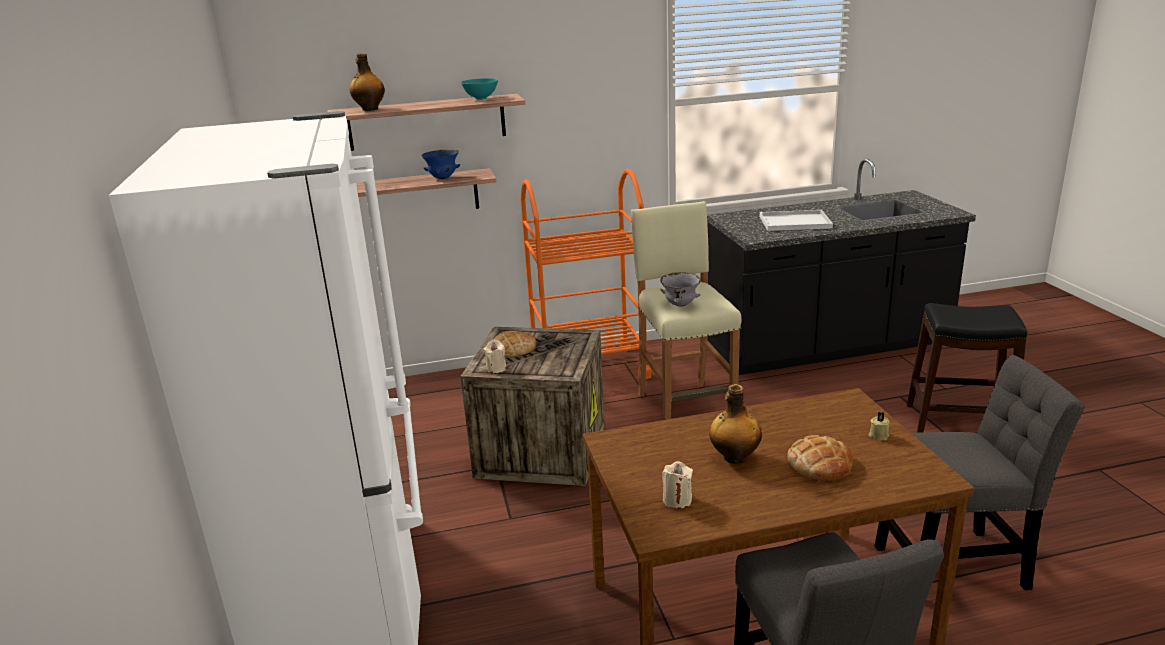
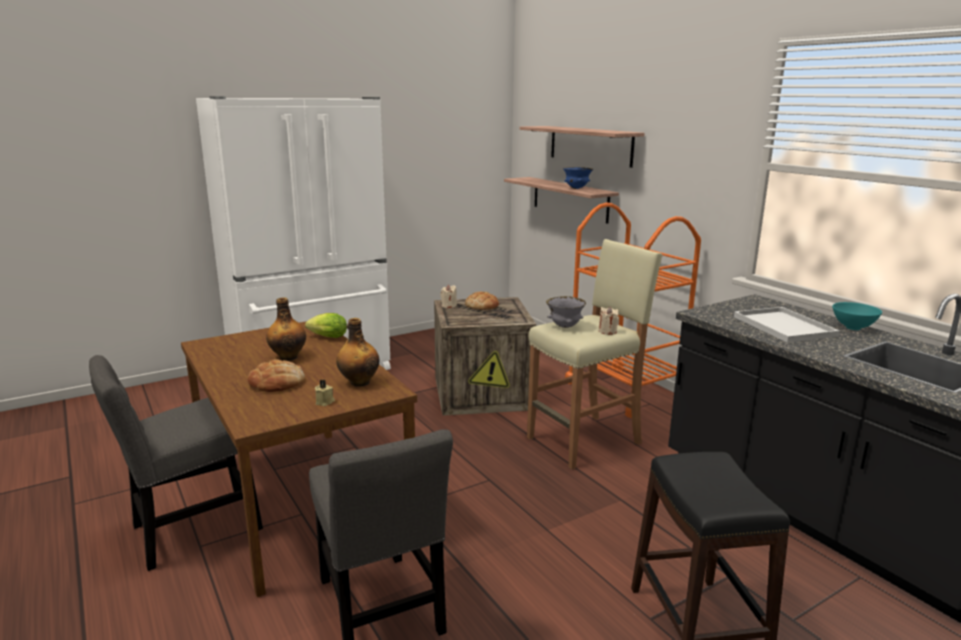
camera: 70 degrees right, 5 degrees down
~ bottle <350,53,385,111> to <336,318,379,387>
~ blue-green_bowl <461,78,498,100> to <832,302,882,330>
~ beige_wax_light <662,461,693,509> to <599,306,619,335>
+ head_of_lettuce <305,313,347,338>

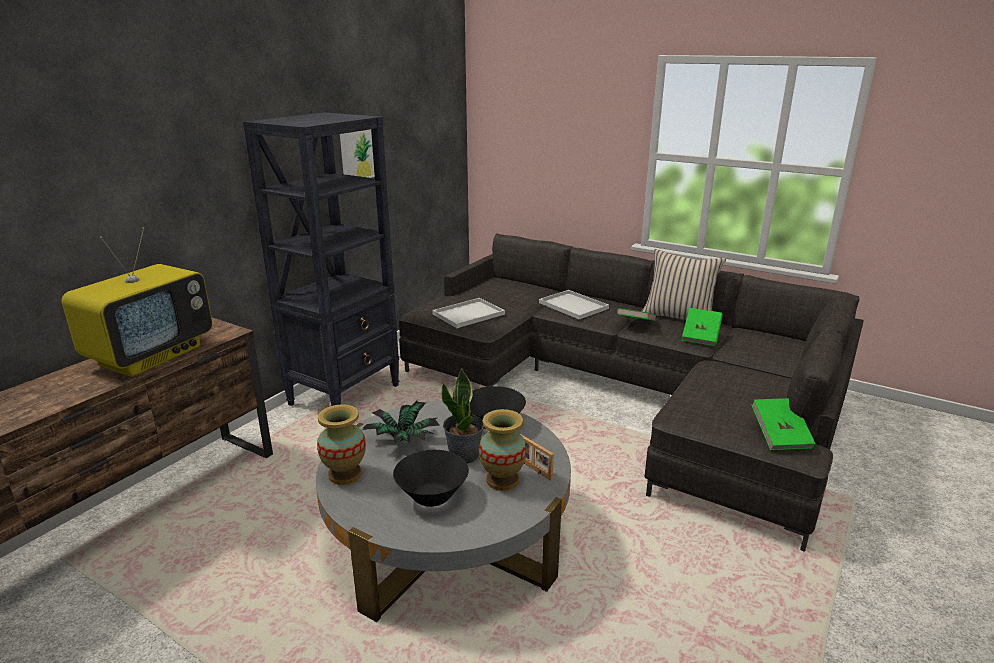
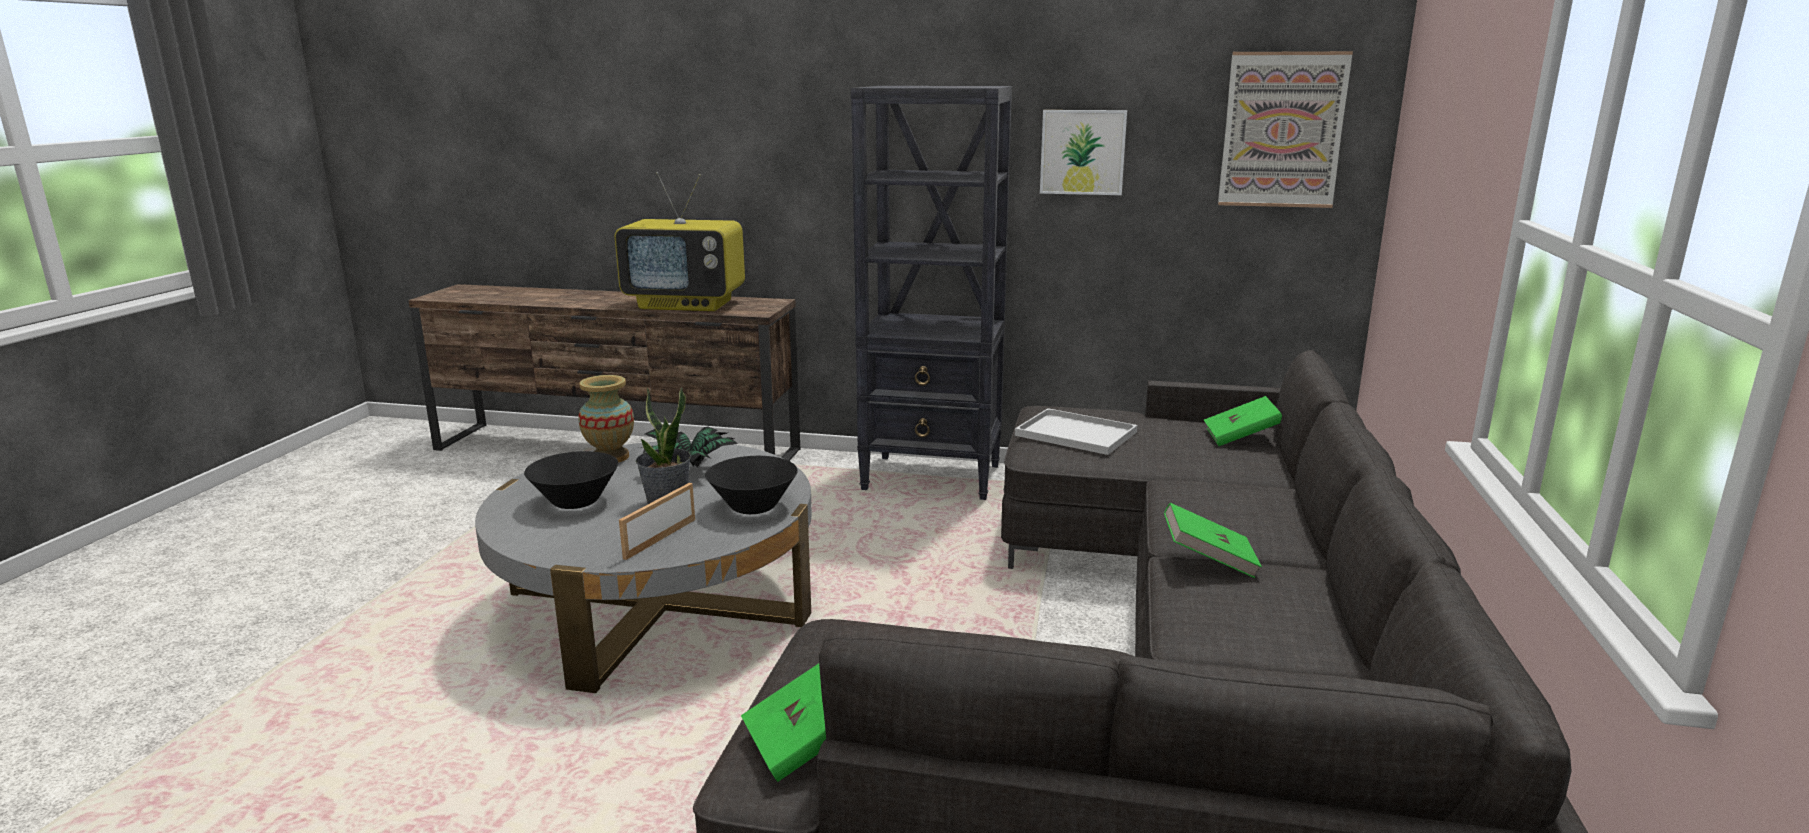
camera: 70 degrees right, 5 degrees down
- vase <479,409,527,491>
- white_serving_tray <539,290,609,319>
- beige_pillow <642,249,726,320>
~ green_volume <682,308,723,346> to <1204,396,1282,446>
+ wall_picture <1218,51,1353,208>

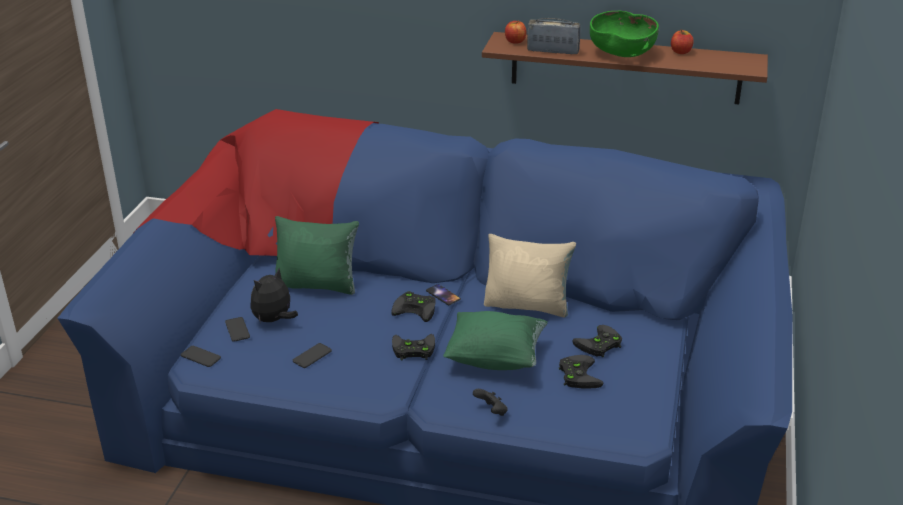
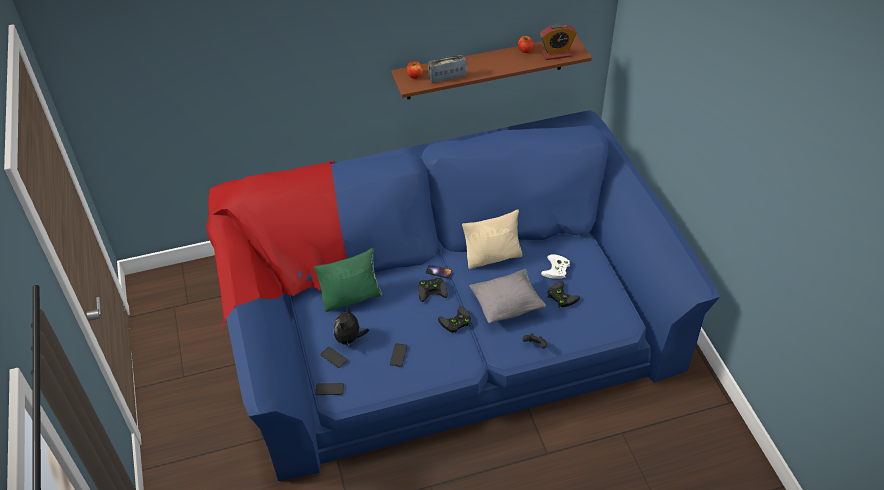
camera: 30 degrees left, 15 degrees up
~ green_pillow <443,311,548,370> to gray_pillow <469,269,546,323>
~ black-coloured_game_controller <572,325,622,357> to white_game_controller <541,255,570,279>
- green_bowl <590,11,659,57>
+ bedside_clock <540,23,577,60>

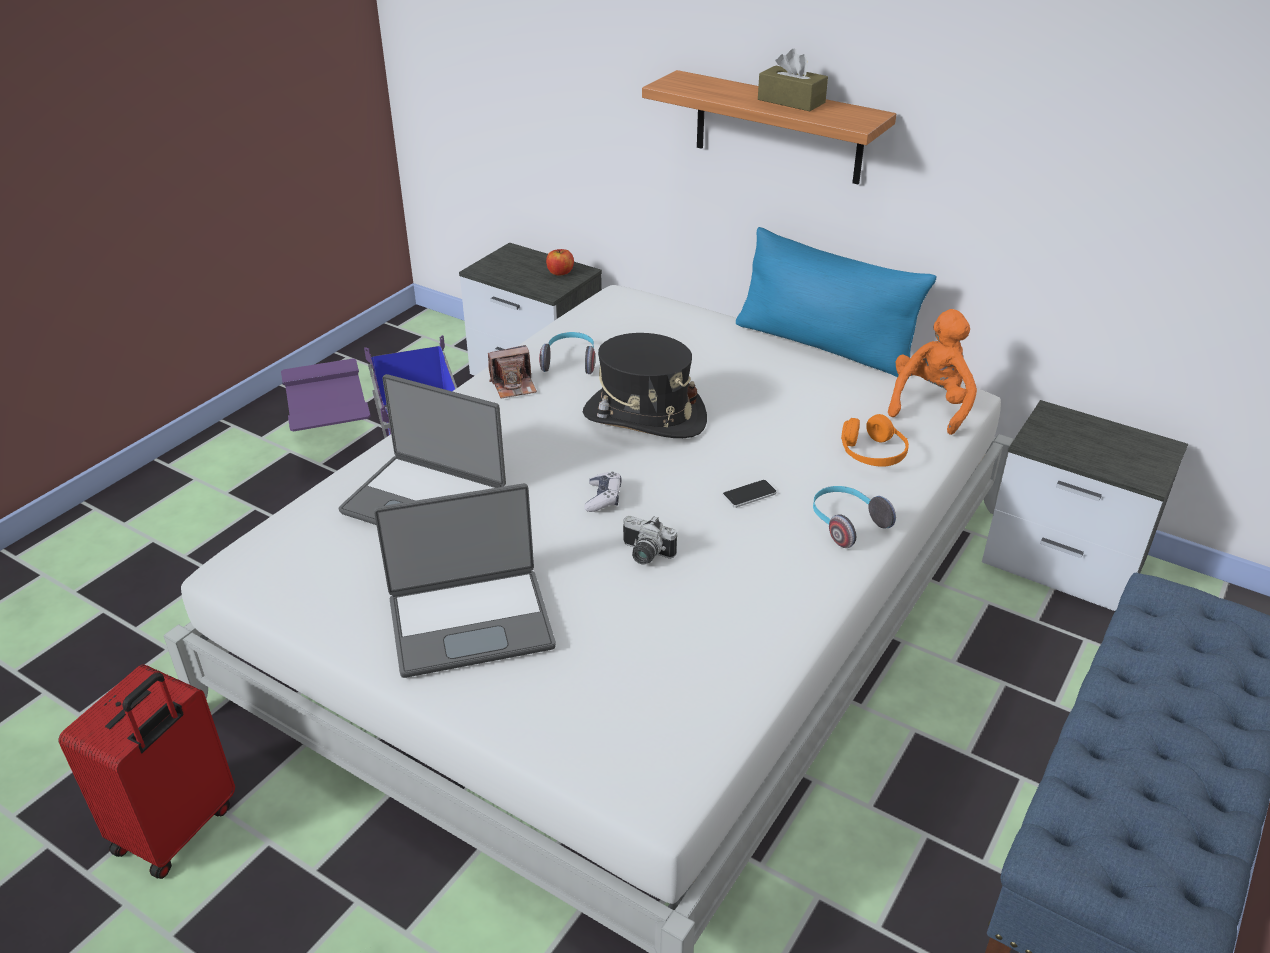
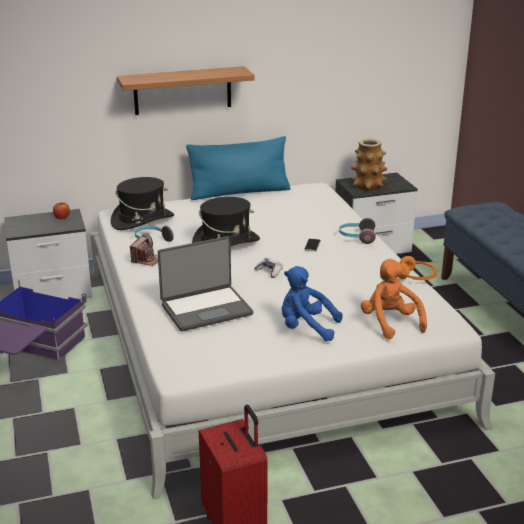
camera: 50 degrees left, 10 degrees down
~ portable_computer <374,483,556,678> to bluish_plush_toy <282,266,342,341>
- photo_camera <623,516,677,565>
- brown-coloured_box_of_tissues <758,49,828,111>
~ orange-coloured_headset <841,414,909,467> to <398,256,437,280>
~ orange-coloured_plush_toy <888,309,977,435> to <361,259,427,339>
+ black-coloured_wearable_hat <111,177,174,230>
+ vase <351,139,387,190>

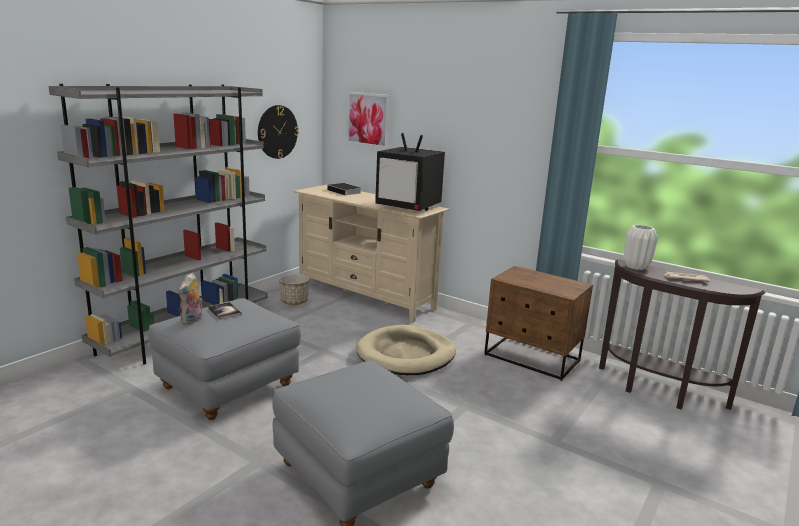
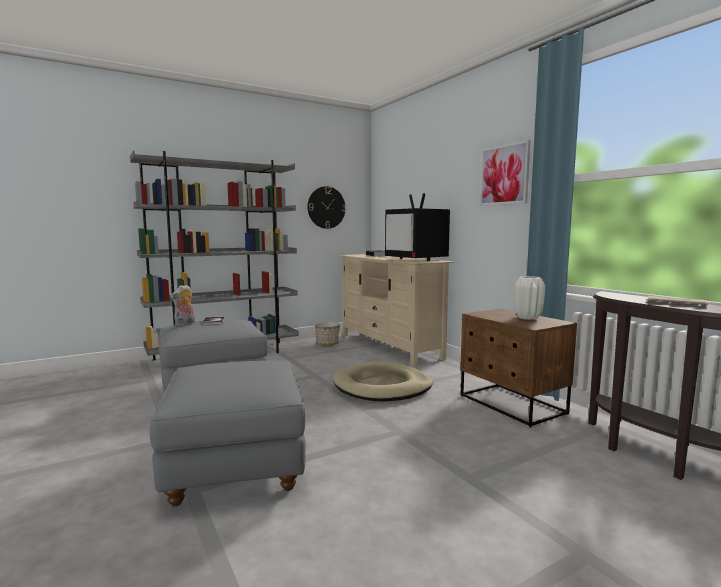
camera: 25 degrees right, 10 degrees down
~ wall_picture <346,92,390,149> to <480,140,530,206>
~ white_vase <624,225,658,270> to <514,276,546,320>

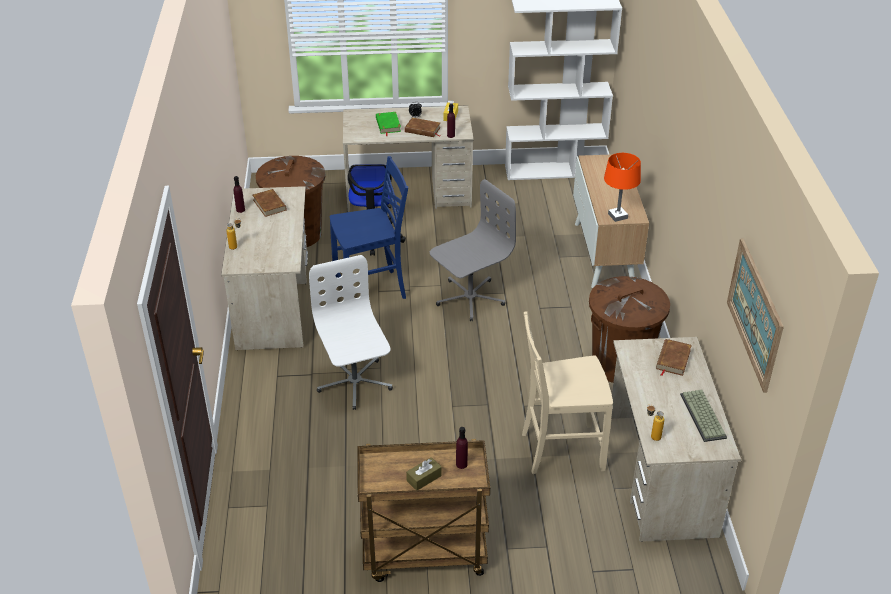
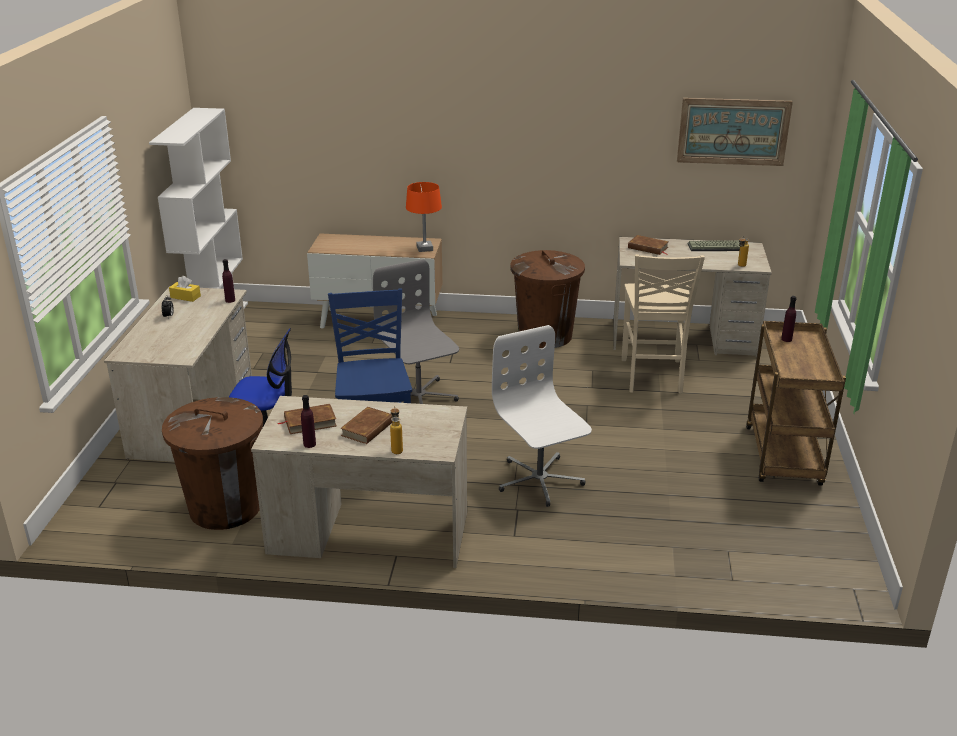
camera: 80 degrees left, 10 degrees down
~ white_computer_chair <309,255,393,410> = <492,325,592,507> 75 degrees clockwise
- green_volume <376,112,401,136>
~ brown-coloured_volume <405,118,441,137> to <340,407,392,444>
- brown-coloured_box_of_tissues <406,457,442,490>

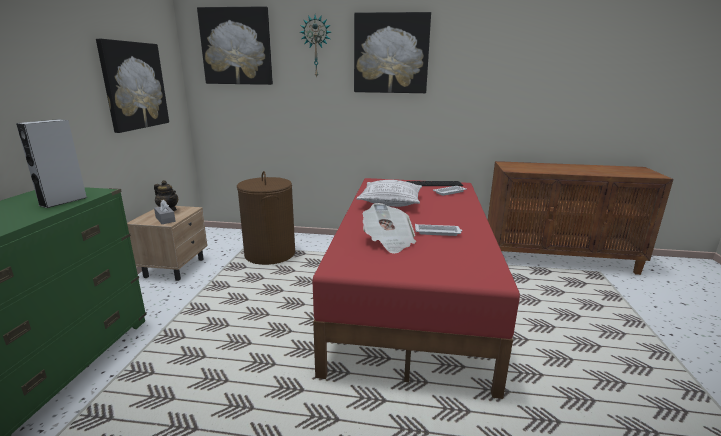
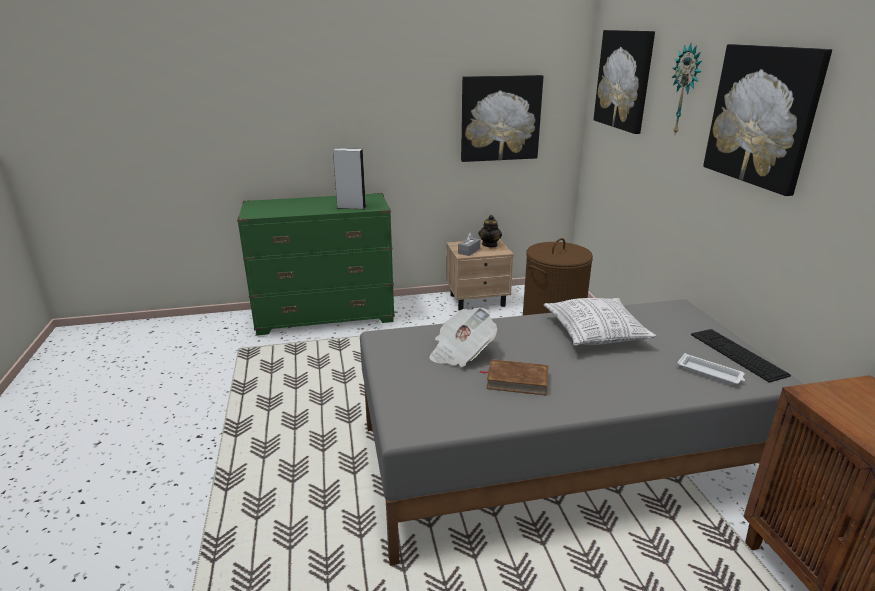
camera: 70 degrees right, 5 degrees up
~ reddish_bedroom_bed <312,178,520,399> to gray_bedroom_bed <360,299,803,566>
~ white_serving_tray <415,224,462,236> to brown-coloured_volume <479,359,548,396>

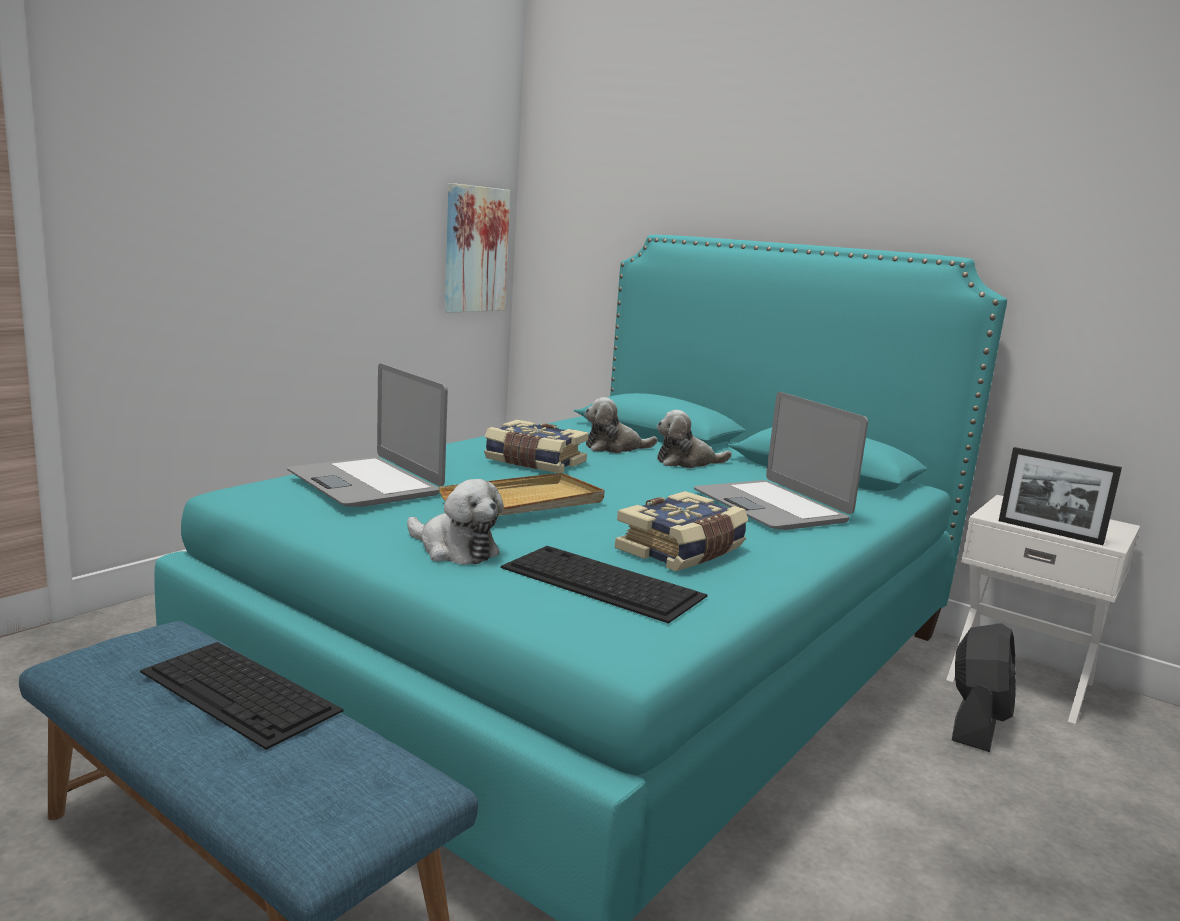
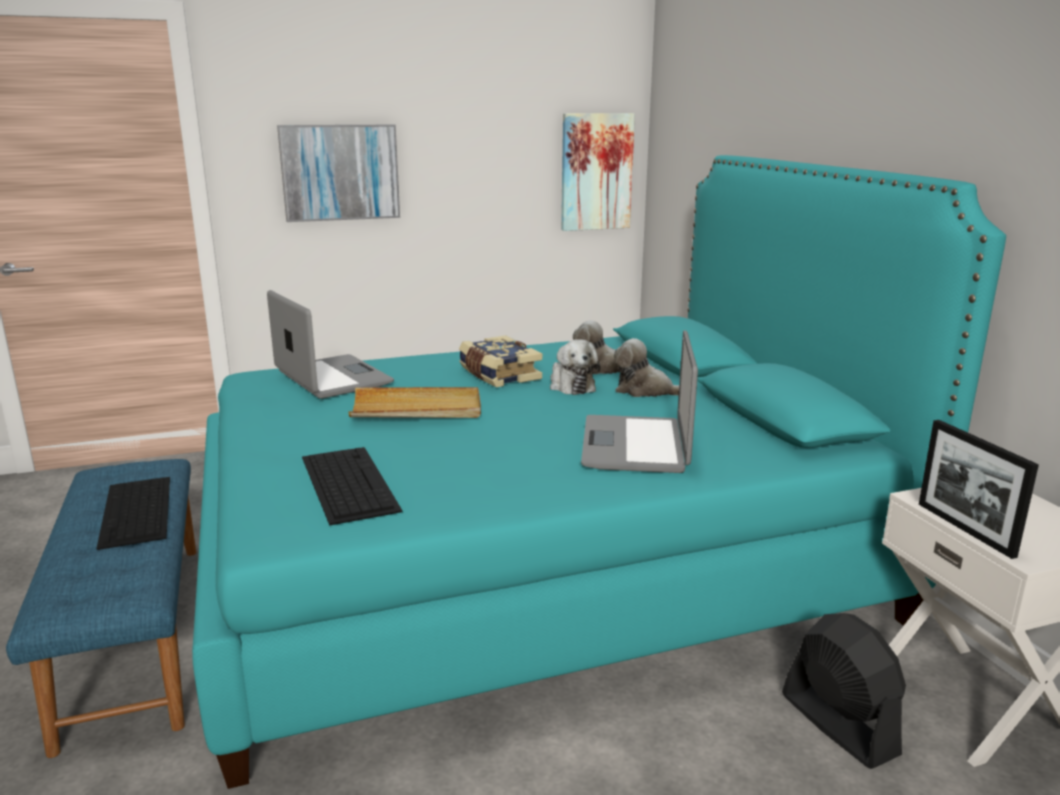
camera: 35 degrees right, 5 degrees up
~ portable_computer <287,363,448,507> = <267,290,394,399> 150 degrees clockwise
~ plush_toy <407,479,504,565> to <550,339,600,395>
- volume <615,491,748,571>
~ black-coloured_cooling_fan <952,623,1016,752> = <782,613,906,769> 90 degrees counterclockwise
+ wall_picture <277,125,400,222>

